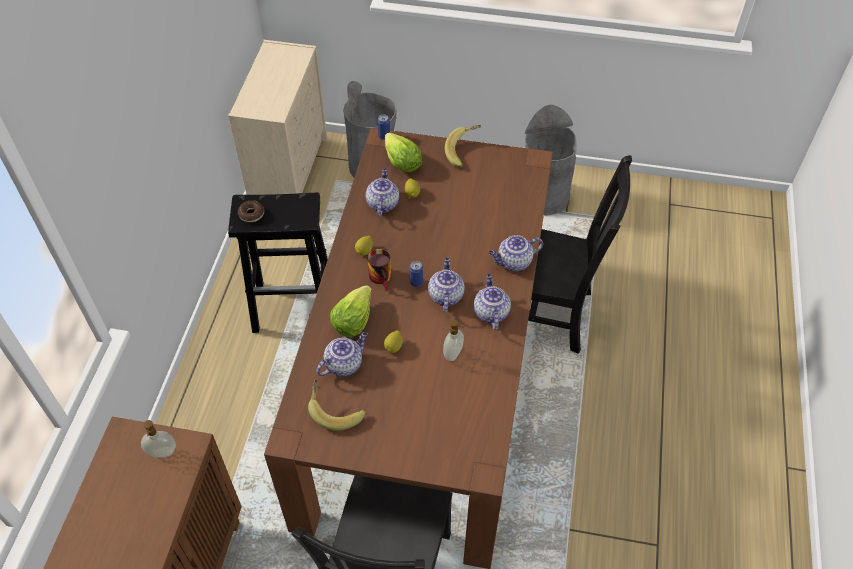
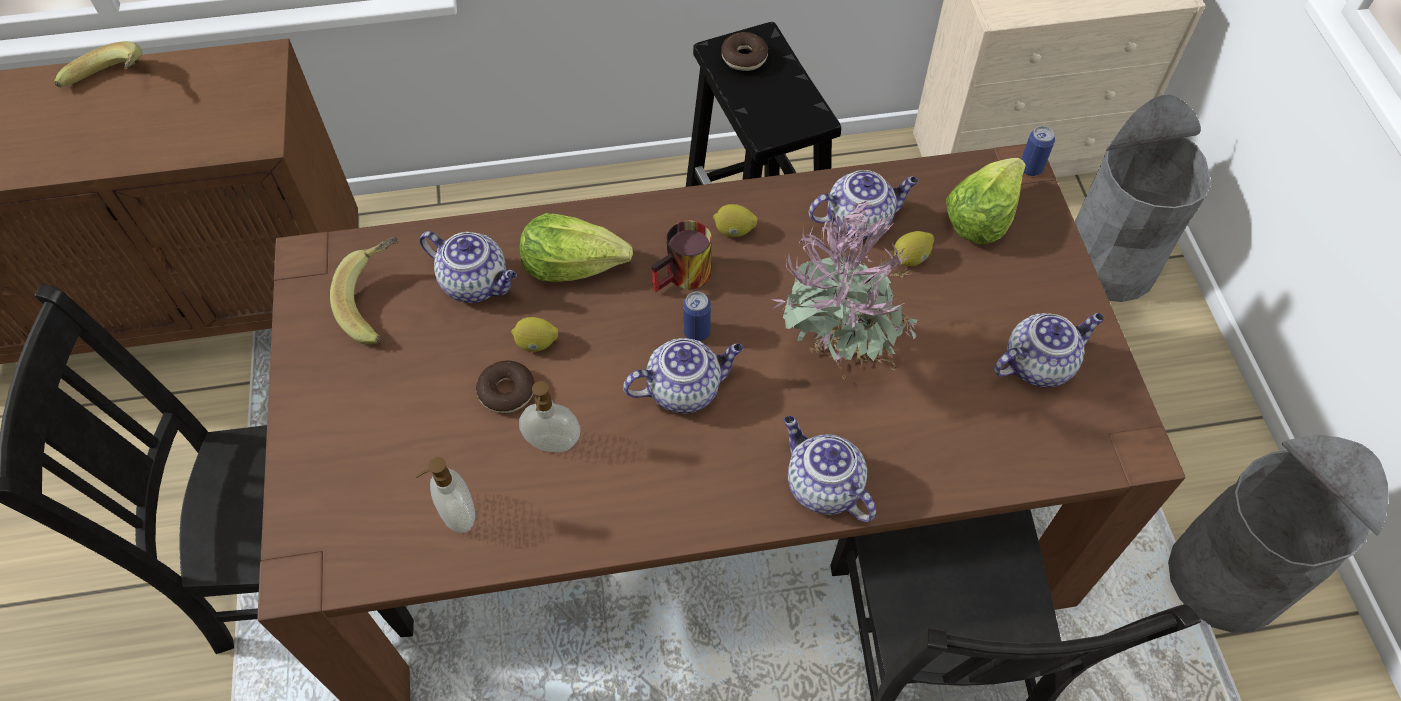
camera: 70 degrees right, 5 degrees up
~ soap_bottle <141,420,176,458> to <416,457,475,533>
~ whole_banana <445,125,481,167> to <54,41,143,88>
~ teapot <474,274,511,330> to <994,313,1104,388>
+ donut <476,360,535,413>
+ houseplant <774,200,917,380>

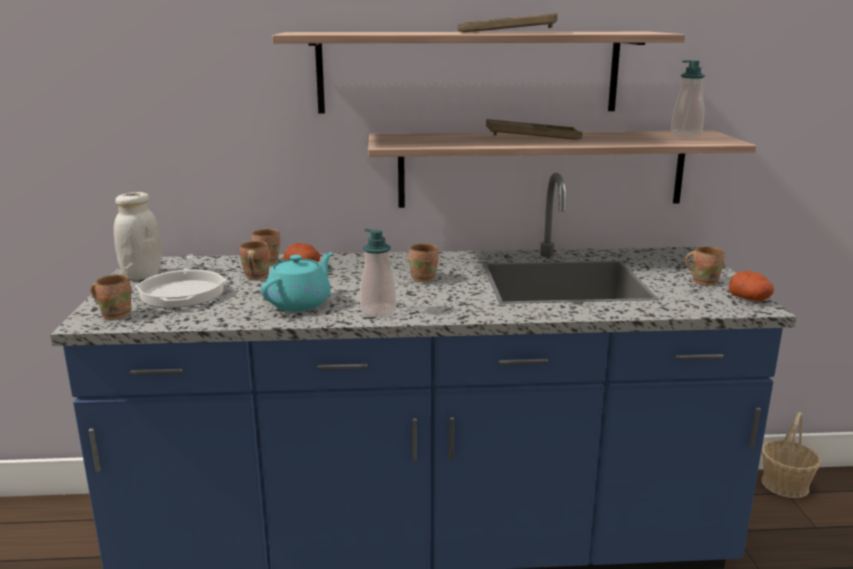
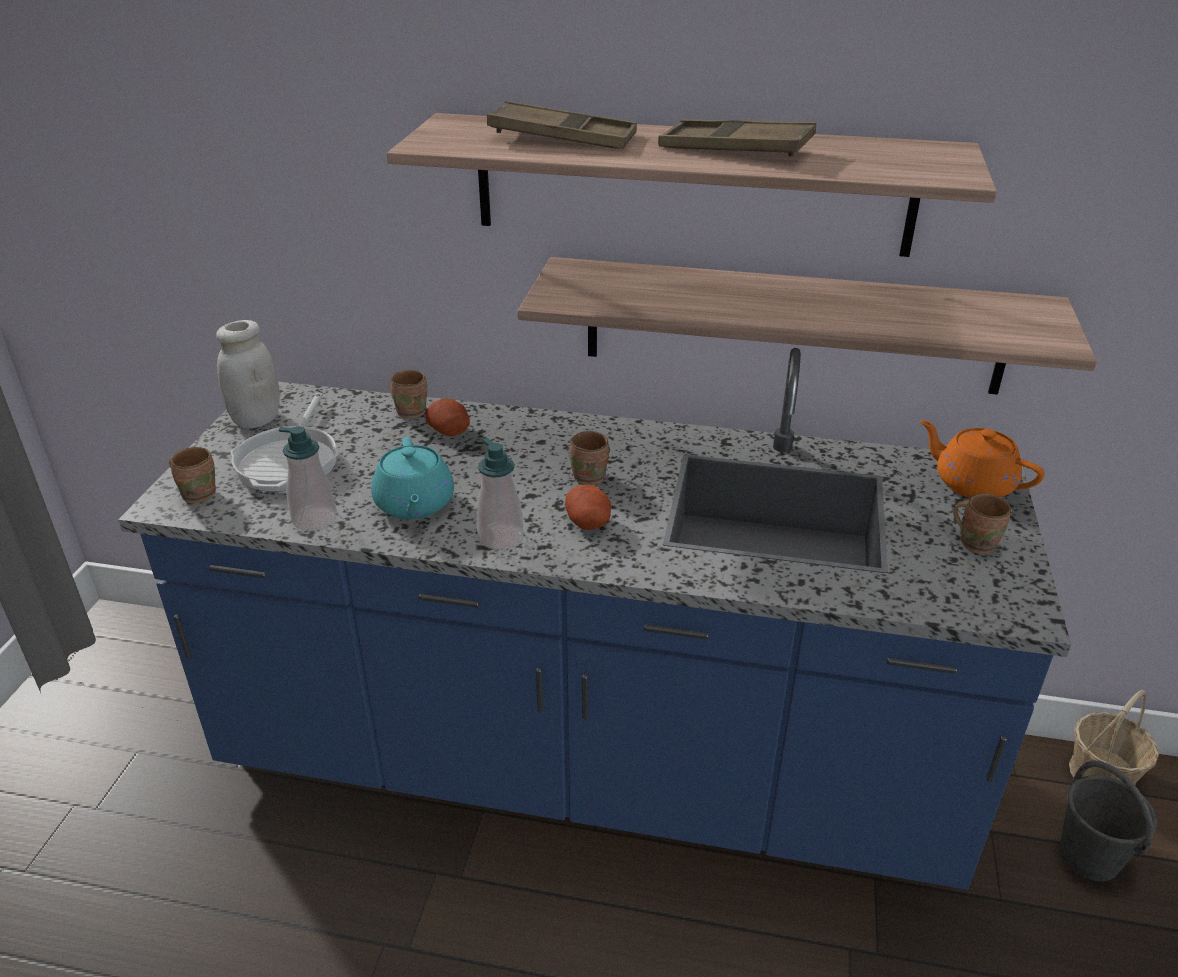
camera: 15 degrees right, 15 degrees up
- brown-coloured_tea_mug <240,241,270,279>
~ blue-green_teapot <261,252,333,311> = <371,437,454,520> 120 degrees clockwise
~ brown-coloured_serving_tray <486,119,583,140> to <487,101,637,149>
~ soap_bottle <671,60,705,136> to <278,426,337,531>
~ potato <729,271,774,301> to <565,485,611,530>
+ orange-coloured_teapot <920,420,1045,498>
+ gray_water_bucket <1060,760,1157,881>

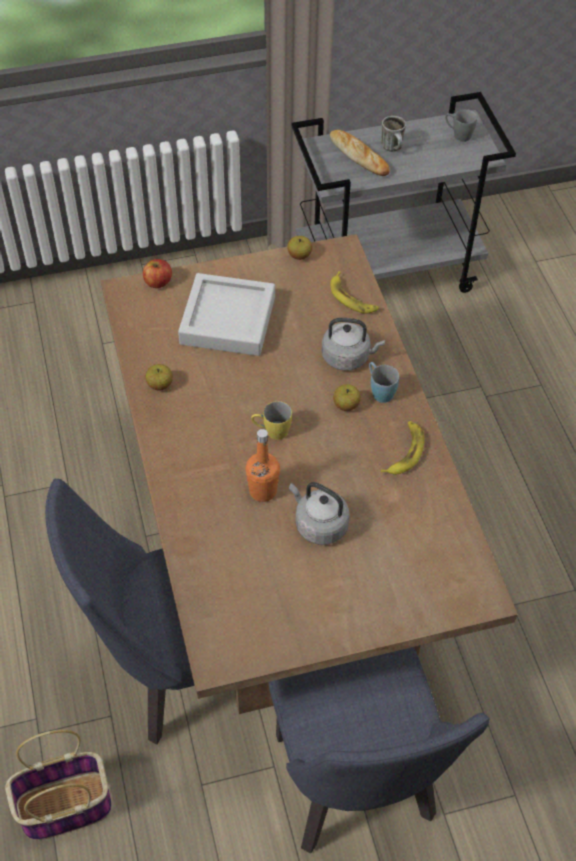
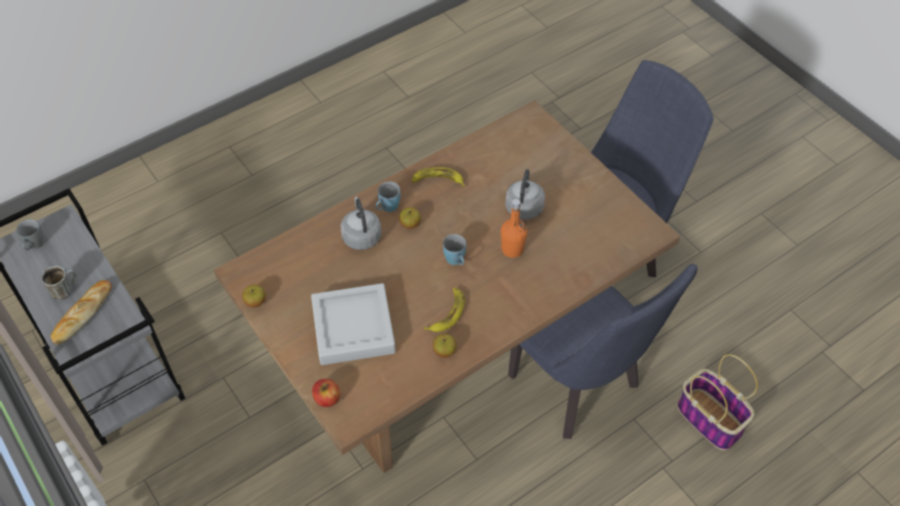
camera: 110 degrees left, 0 degrees up
~ yellow-coloured_tea_mug <251,401,292,440> to bluish_tea_mug <443,234,466,265>
~ whole_banana <330,271,379,314> to <424,287,465,332>

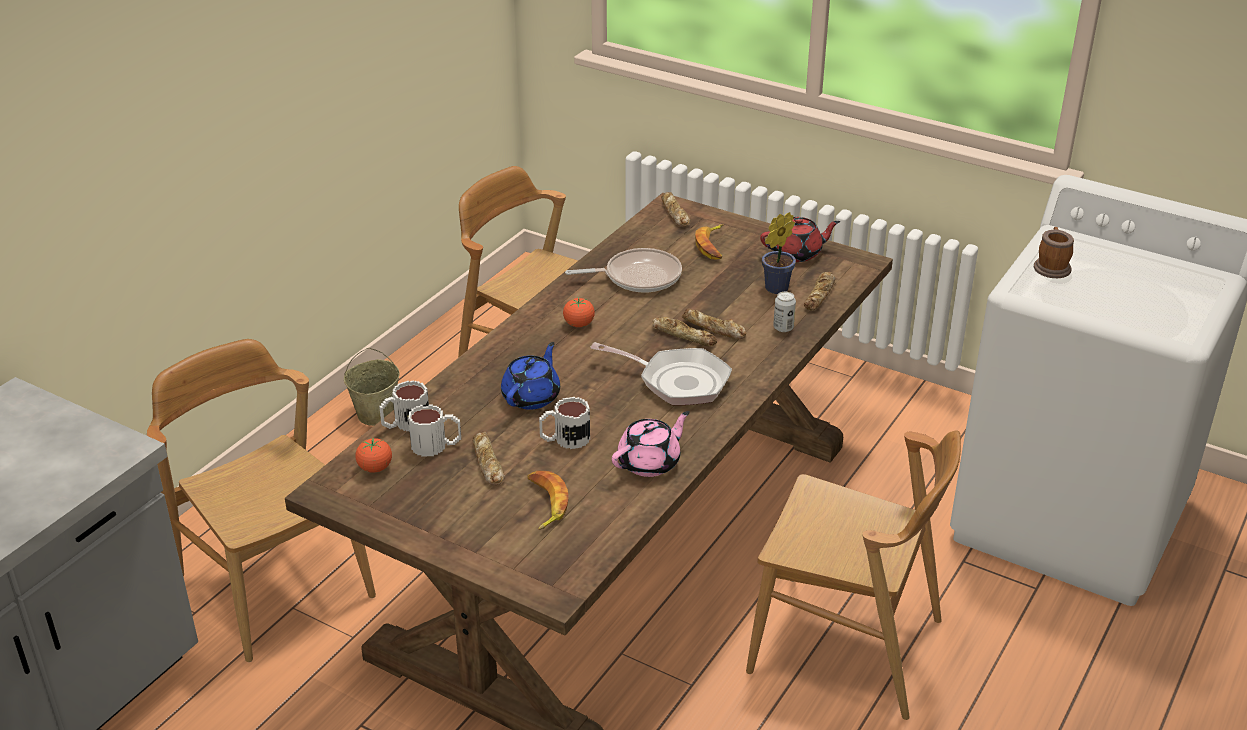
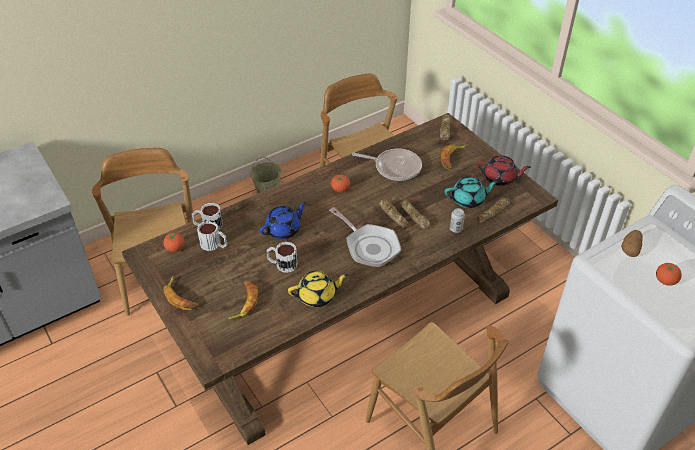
camera: 25 degrees right, 10 degrees up
- bread <473,431,505,485>
~ pink-coloured_teapot <612,411,690,477> to yellow-coloured_teapot <288,270,348,307>
~ houseplant <762,212,796,294> to blue-green_teapot <445,177,498,208>
~ tea_mug <1034,227,1074,278> to potato <621,230,643,257>
+ whole_banana <164,276,199,310>
+ whole_tomato <656,263,682,286>

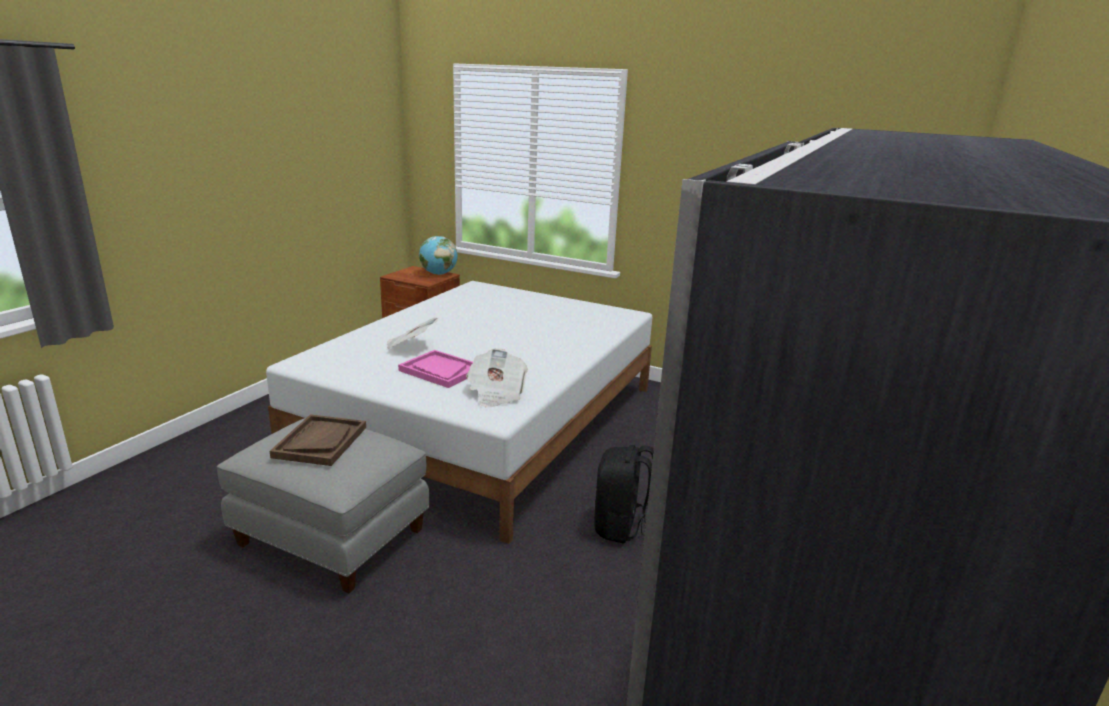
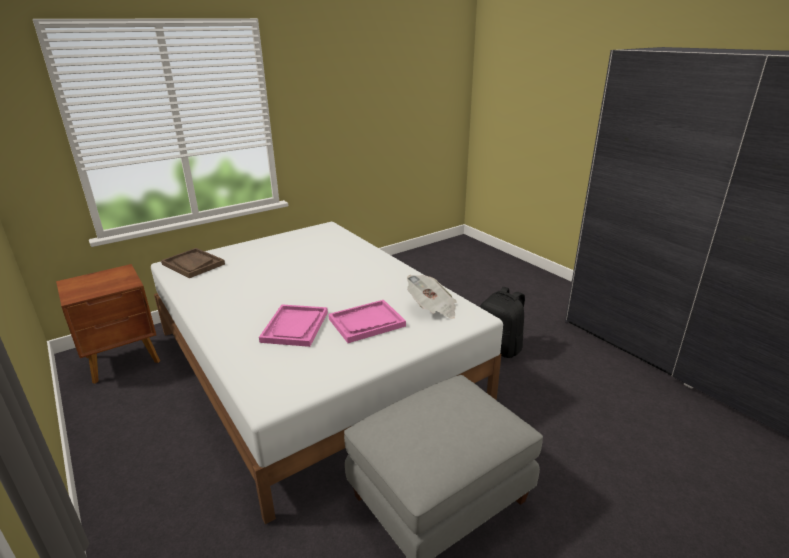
camera: 60 degrees left, 5 degrees up
~ brown-coloured_serving_tray <270,414,366,466> to <161,248,225,278>
~ daily_paper <386,318,438,350> to pink-coloured_serving_tray <259,304,328,347>
- desk_globe <419,236,458,275>

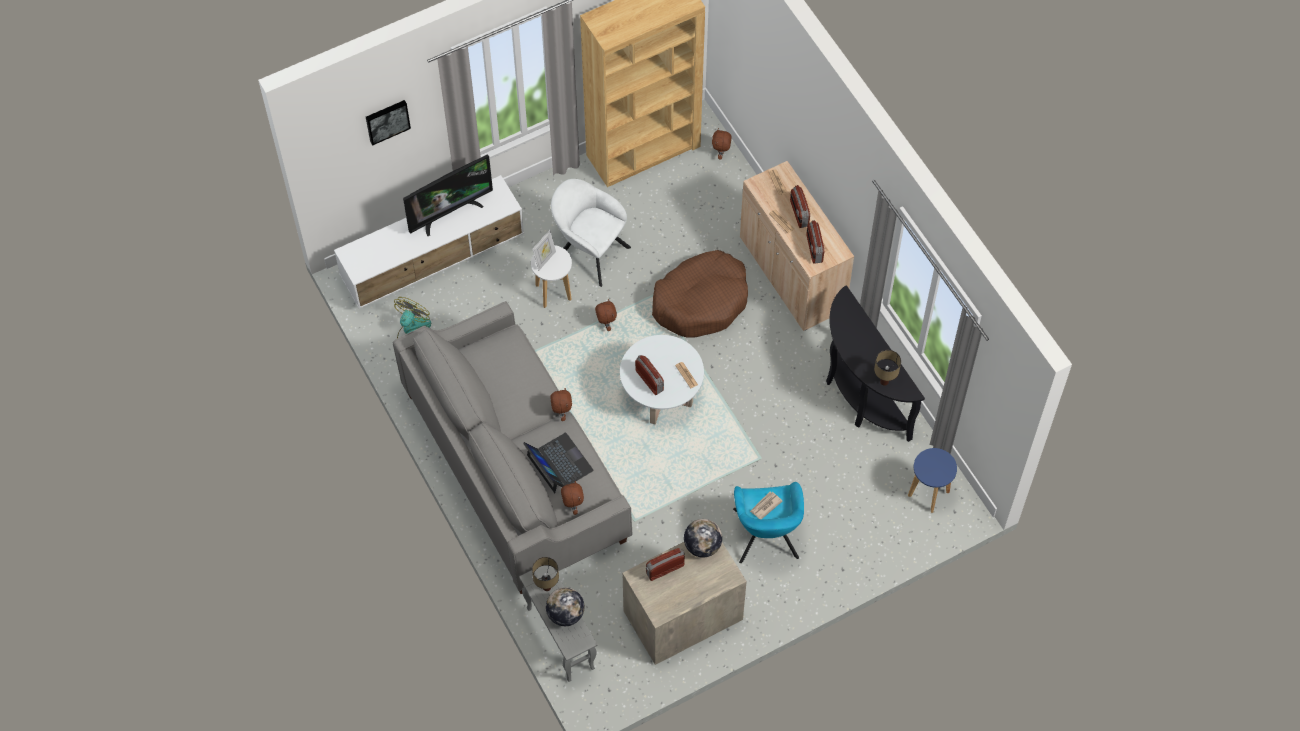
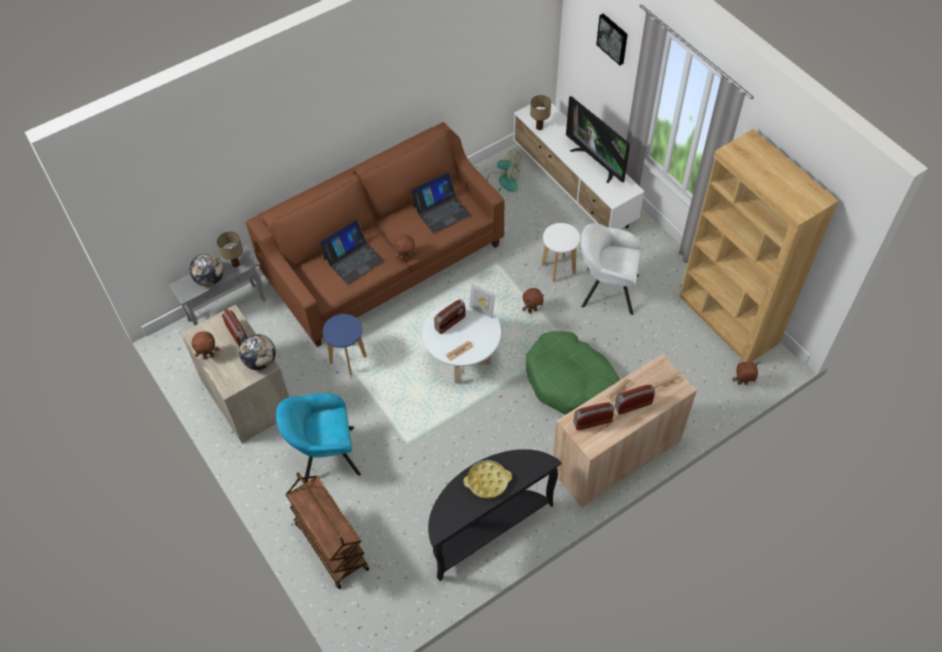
camera: 85 degrees right, 5 degrees down
~ gray_sofa <393,301,632,594> to brown-coloured_sofa <246,122,504,347>
~ photo_frame <532,230,556,271> to <469,284,496,318>
~ white_armchair <551,179,631,287> = <581,223,641,315> 105 degrees counterclockwise
~ brown-coloured_plush_toy <561,481,584,515> to <192,331,220,359>
~ brown-coloured_dog_bed <652,250,748,337> to green_dog_bed <526,331,620,415>
- daily_paper <750,492,782,519>
~ lamp_for_a_table <874,350,901,386> to <530,95,551,130>
~ bluish_sitting_stool <908,448,957,513> to <323,314,367,376>
+ brown-coloured_cart <285,472,369,589>
+ portable_computer <411,172,471,233>
+ yellow-coloured_serving_tray <464,460,512,499>

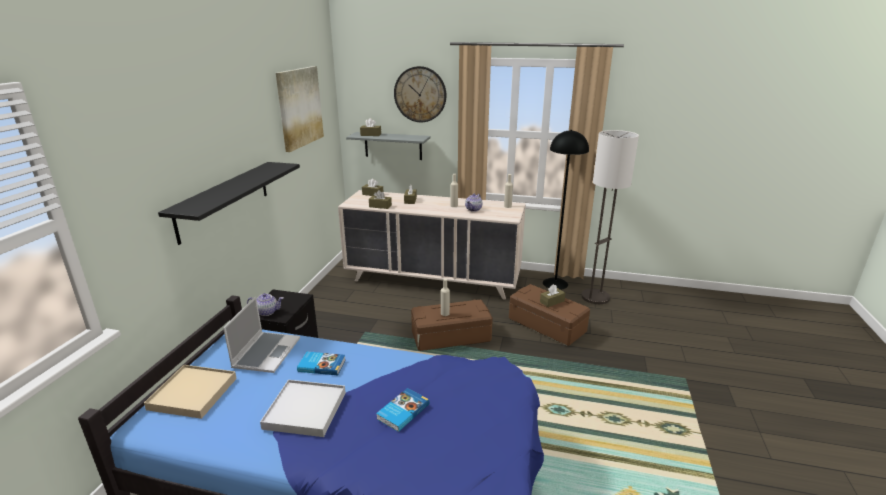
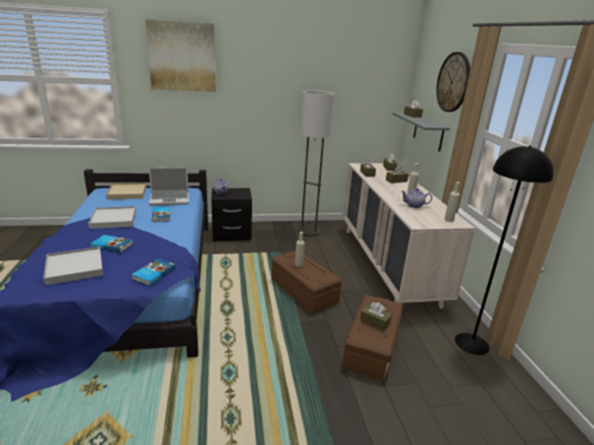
camera: 65 degrees right, 0 degrees up
- black-coloured_shelf <158,162,300,245>
~ wall_picture <276,66,324,152> to <145,19,216,92>
~ standard_lamp <581,130,639,304> to <297,90,335,236>
+ white_serving_tray <44,247,103,285>
+ volume <131,259,176,286>

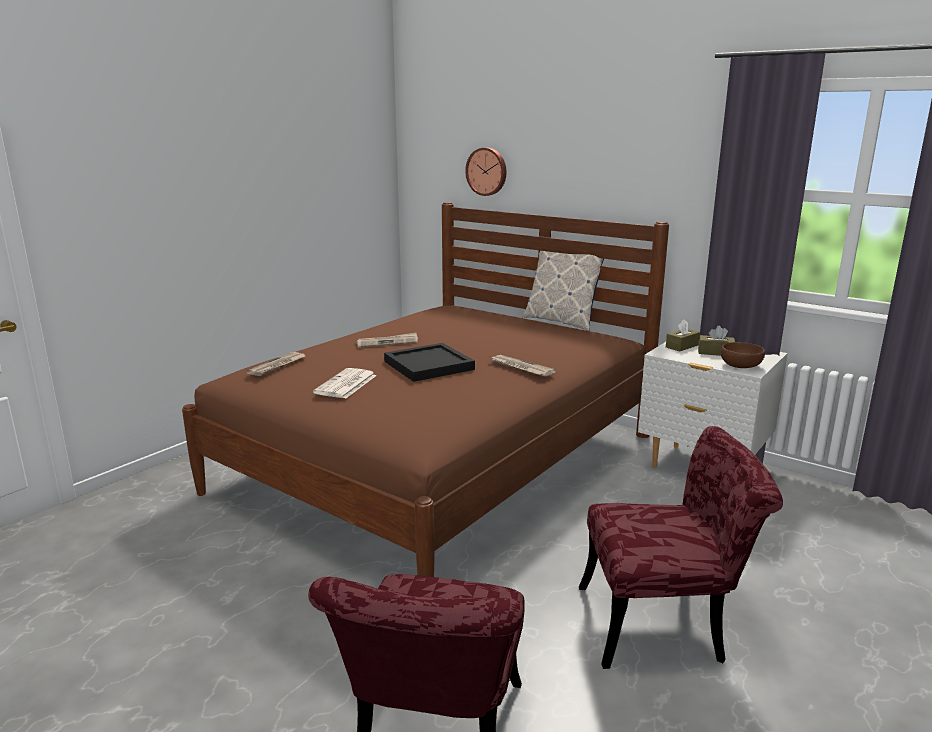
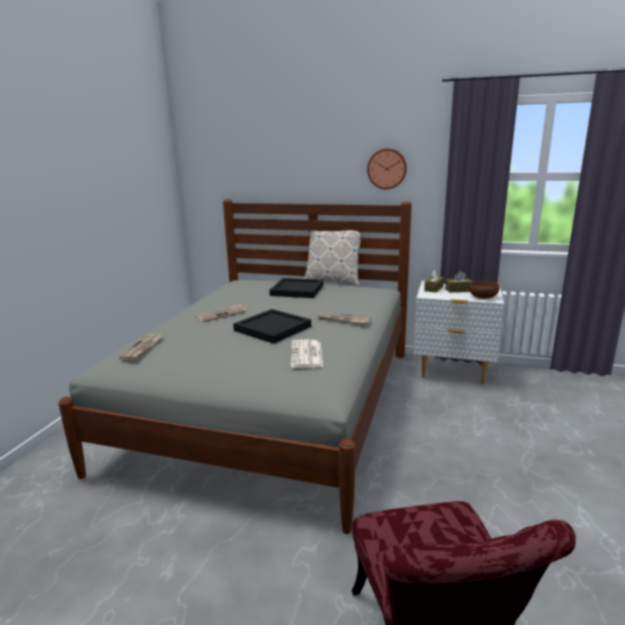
camera: 20 degrees left, 0 degrees up
~ brown-coloured_bedroom_bed <182,202,669,577> to gray_bedroom_bed <58,199,412,534>
~ daily_paper <313,368,377,398> to <291,340,323,368>
~ hanging_clock <465,148,507,196> to <367,149,407,189>
- reddish_chair <579,426,783,669>
+ black-coloured_serving_tray <269,278,323,298>

